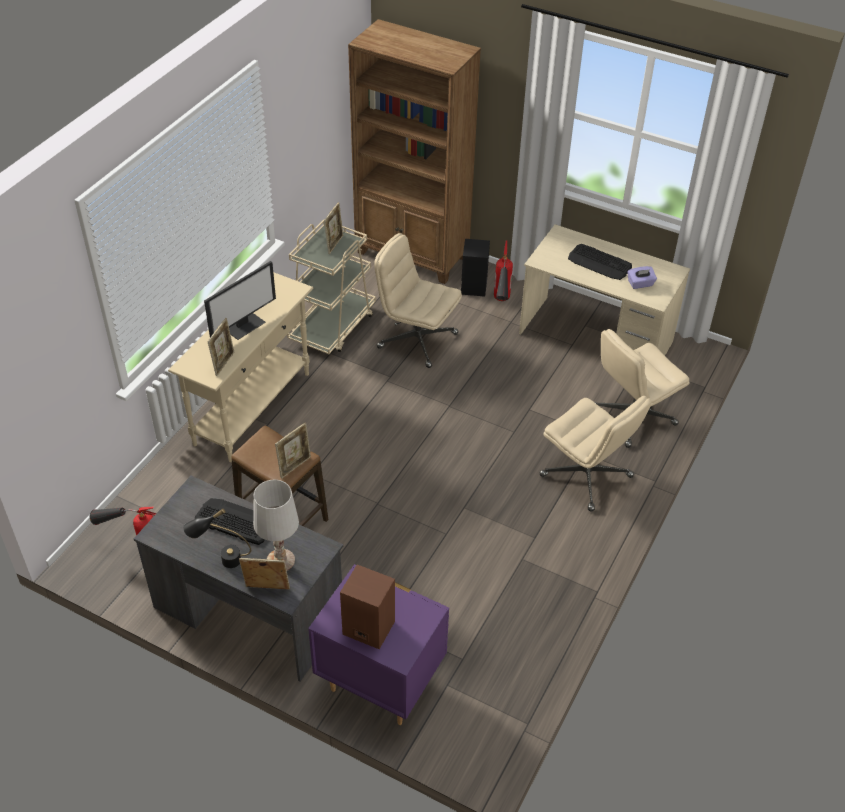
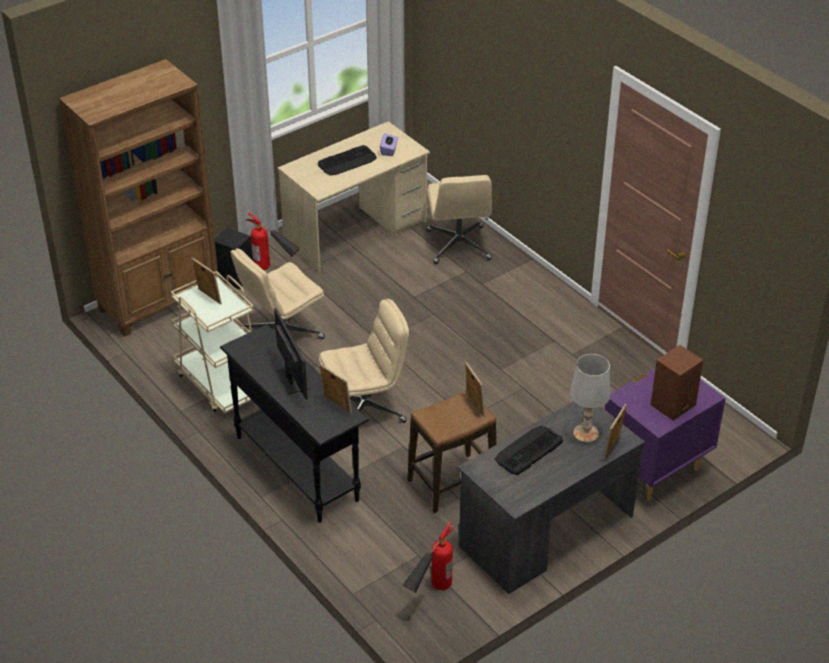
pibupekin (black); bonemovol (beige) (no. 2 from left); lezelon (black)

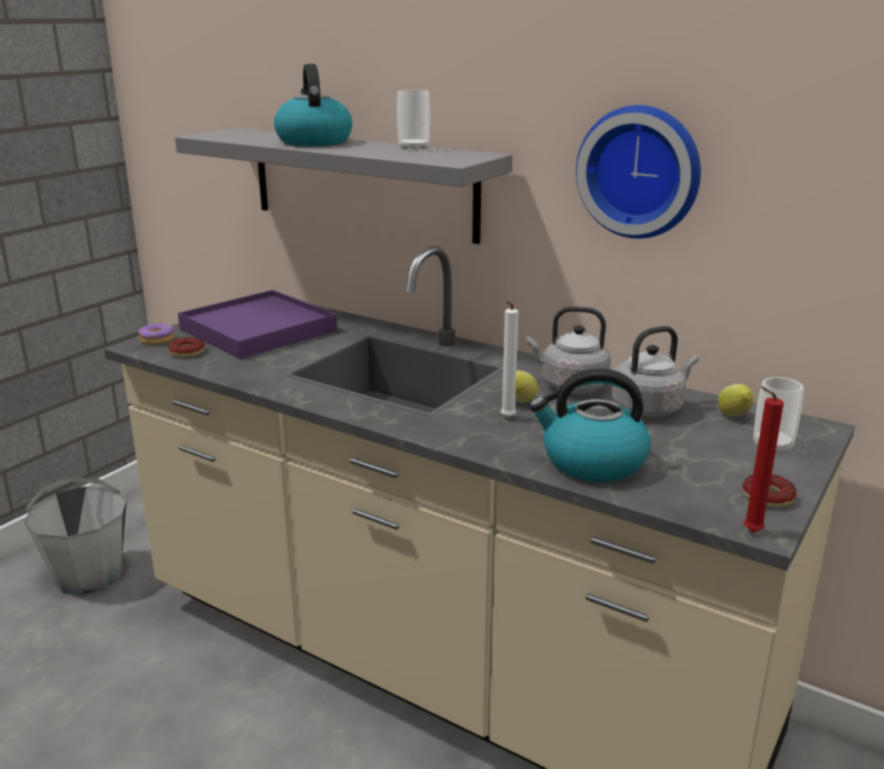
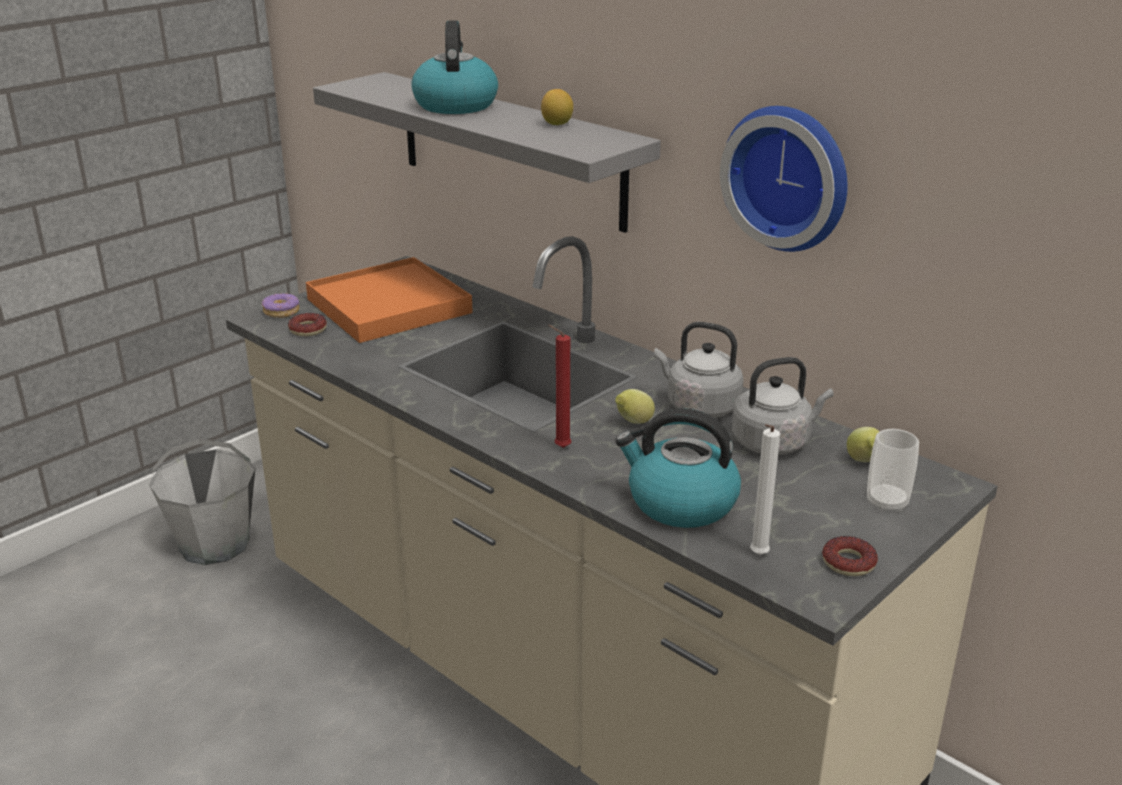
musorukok (no. 1 from left); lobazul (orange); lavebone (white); lavebone (red)

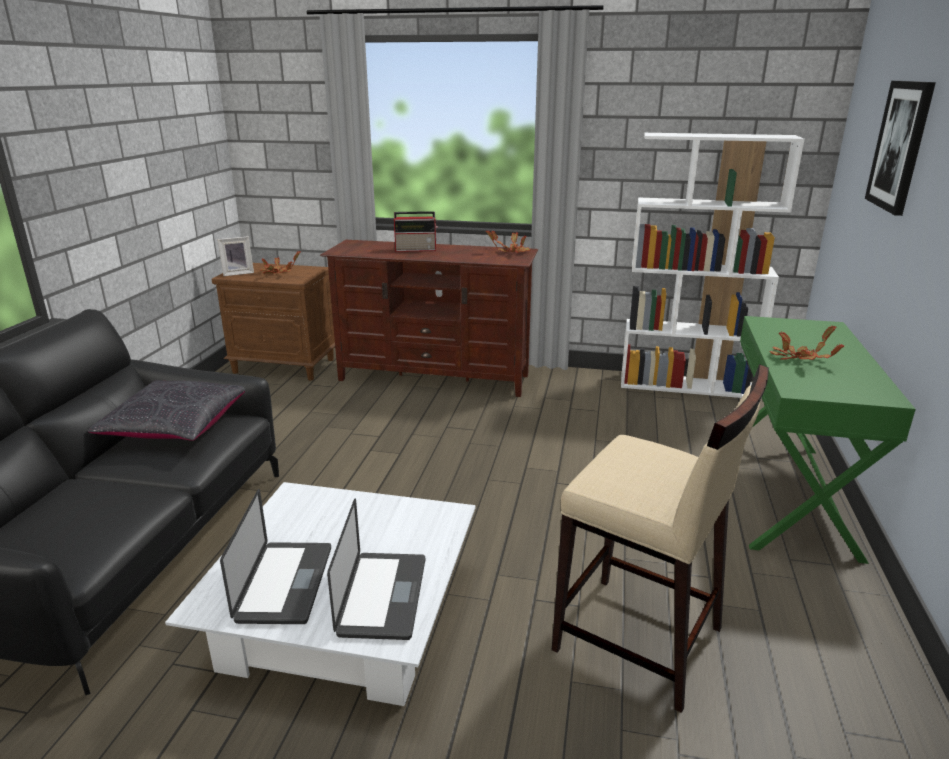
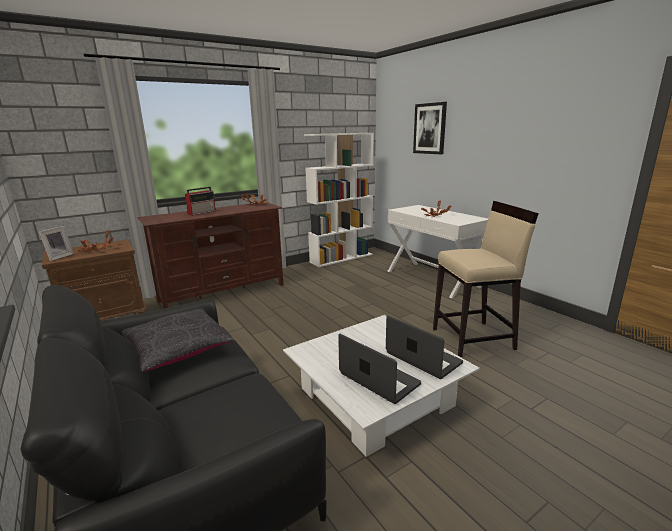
pibupekin (white)

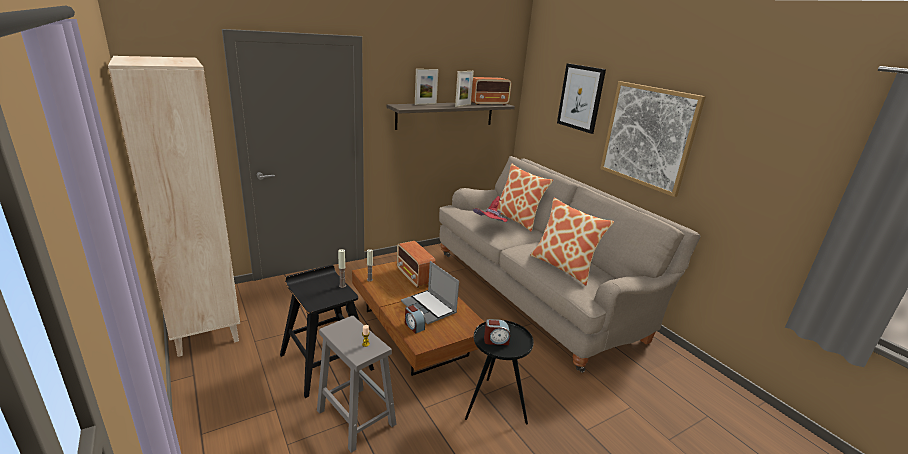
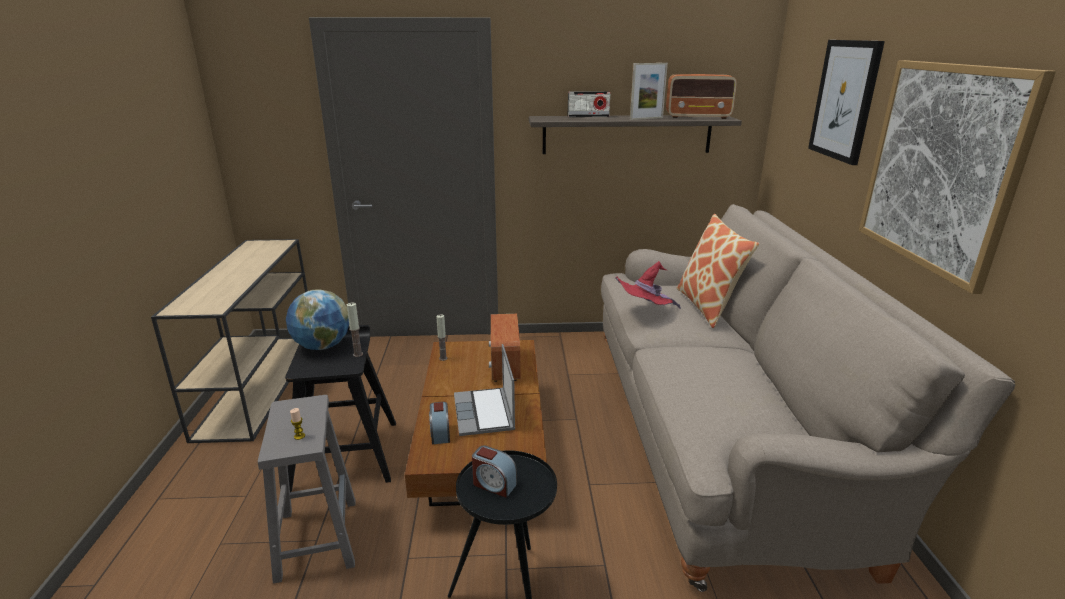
pibupekin (beige); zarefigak (no. 2 from left); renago (no. 2 from left in the first image); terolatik

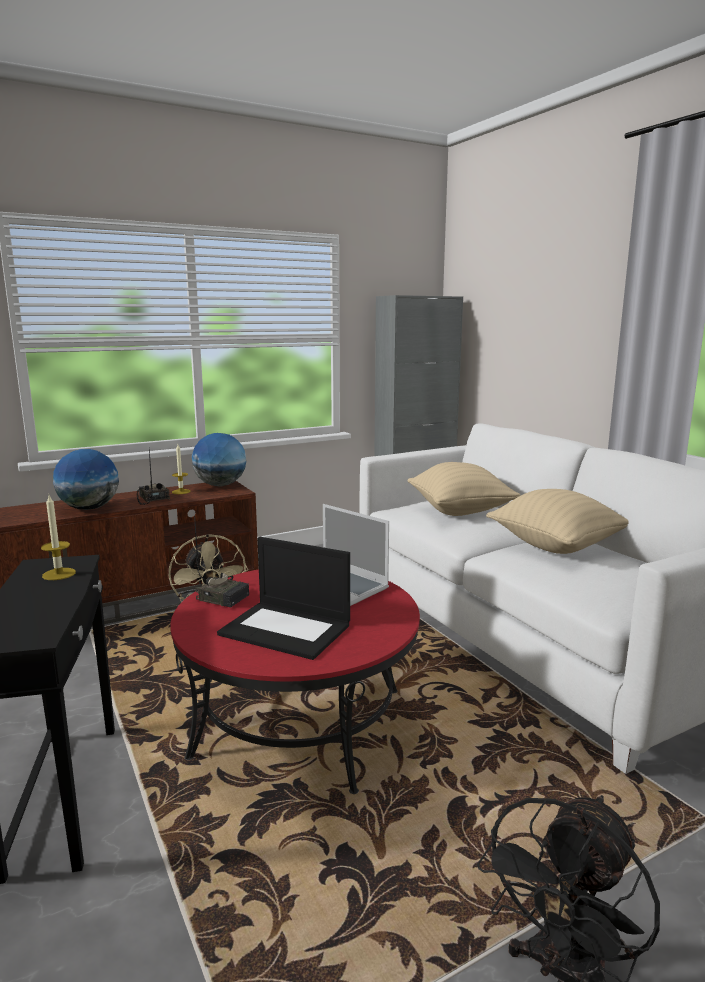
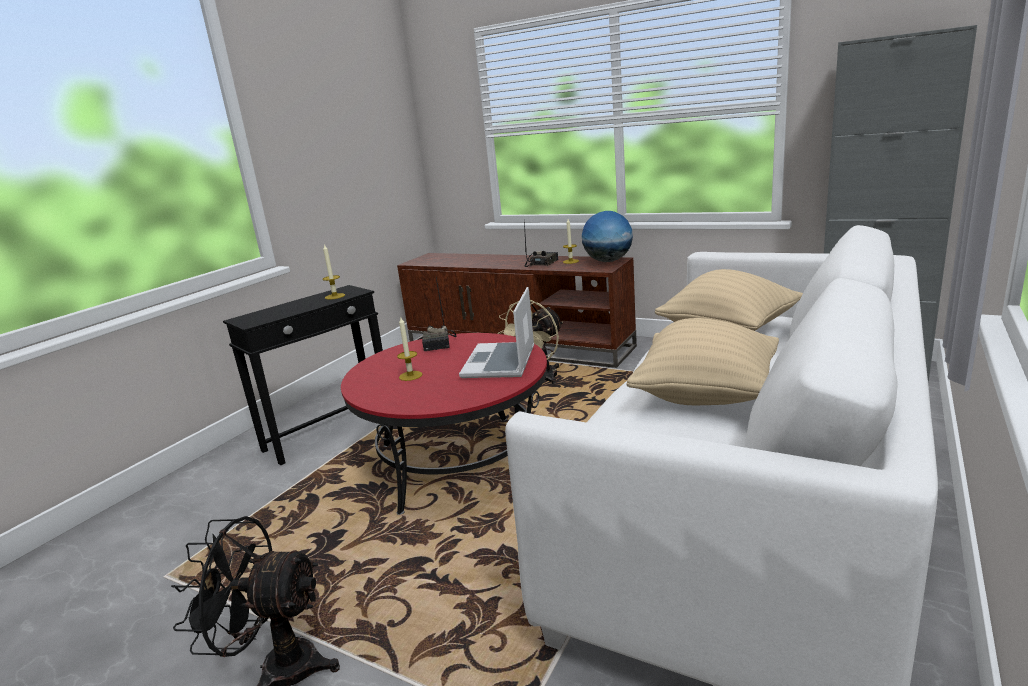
terolatik (no. 1 from left in the first image); lavebone (no. 2 from left)

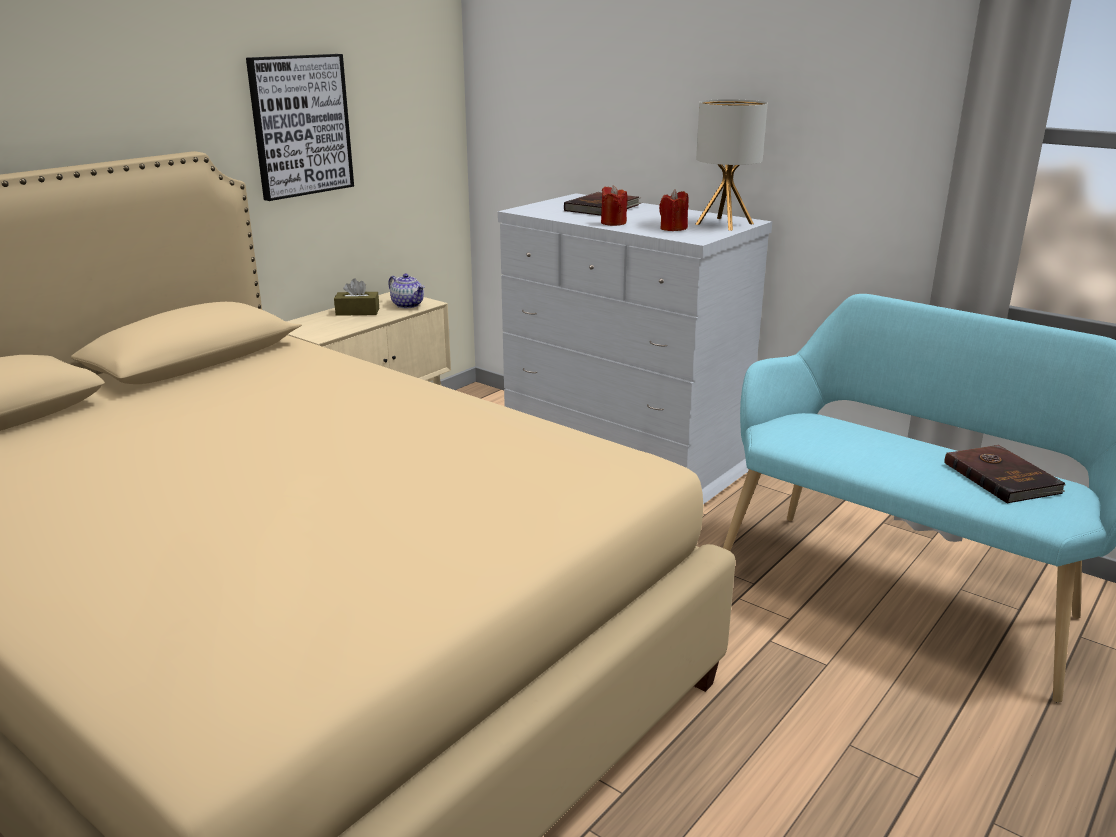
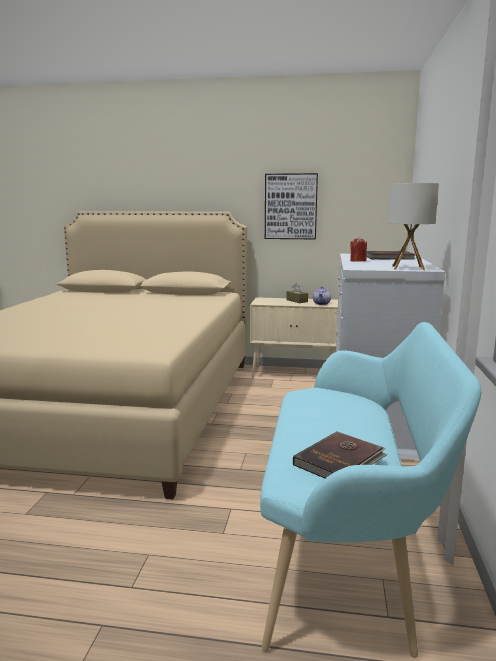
lavebone (red) (no. 2 from left in the first image)

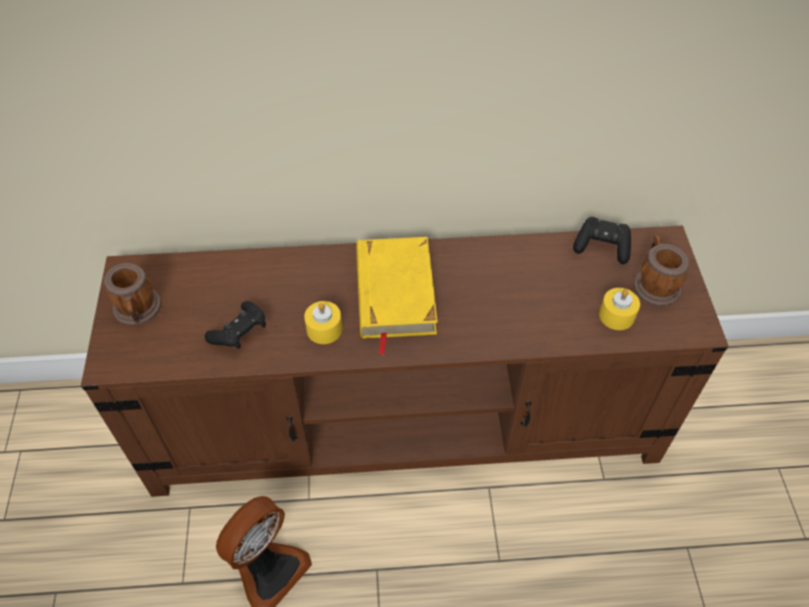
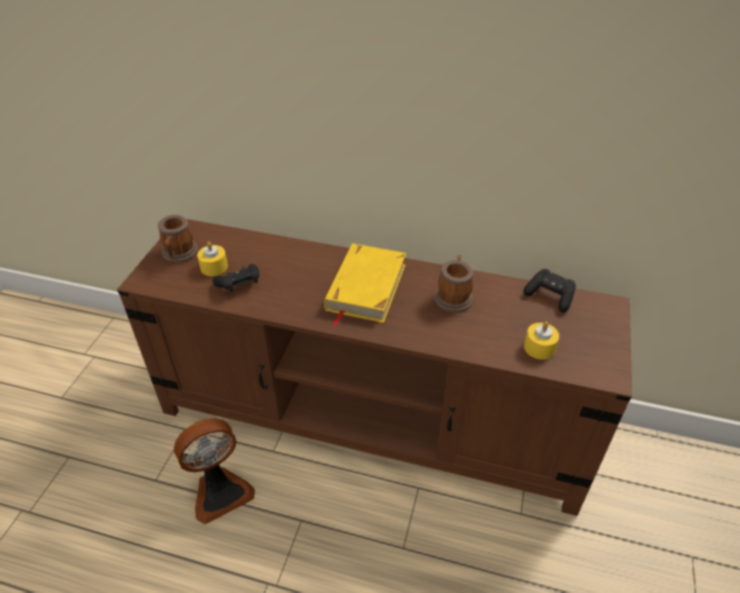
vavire (no. 2 from left); lavebone (yellow) (no. 1 from left)

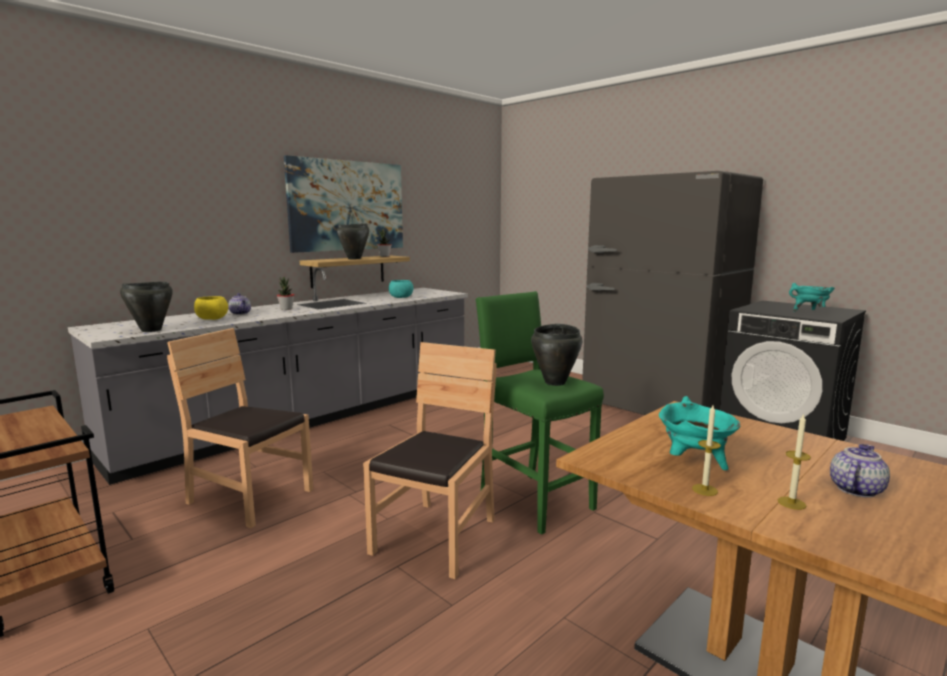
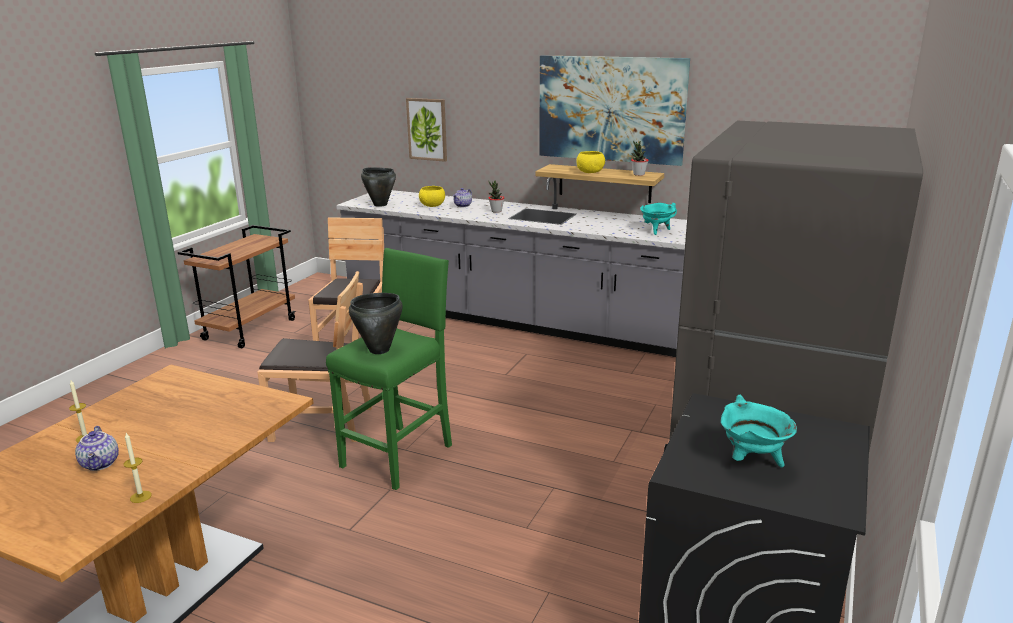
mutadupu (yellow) (no. 2 from left); mutadupu (turquoise); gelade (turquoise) (no. 1 from left); lavebone (no. 2 from left); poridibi (no. 1 from left); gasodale (no. 1 from left)

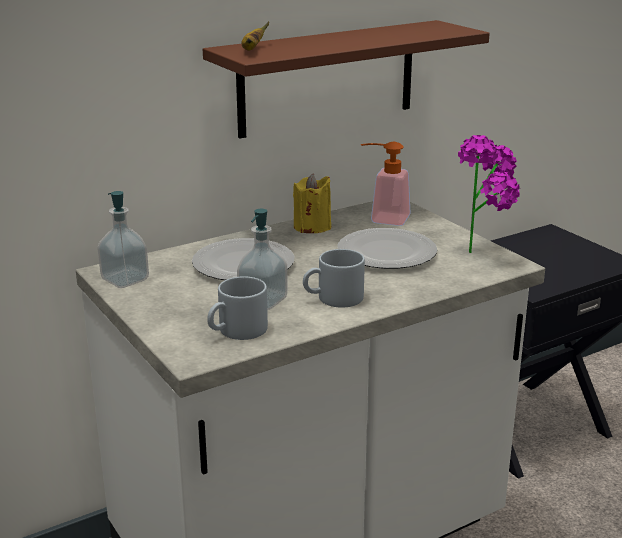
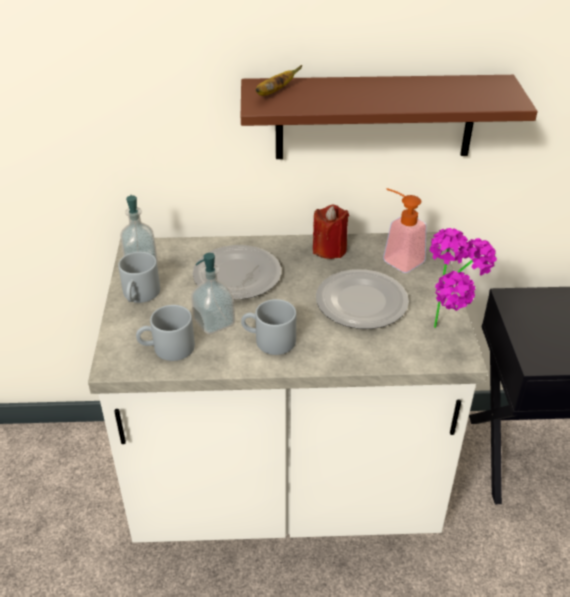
lavebone (red); vavire (grey) (no. 1 from left)

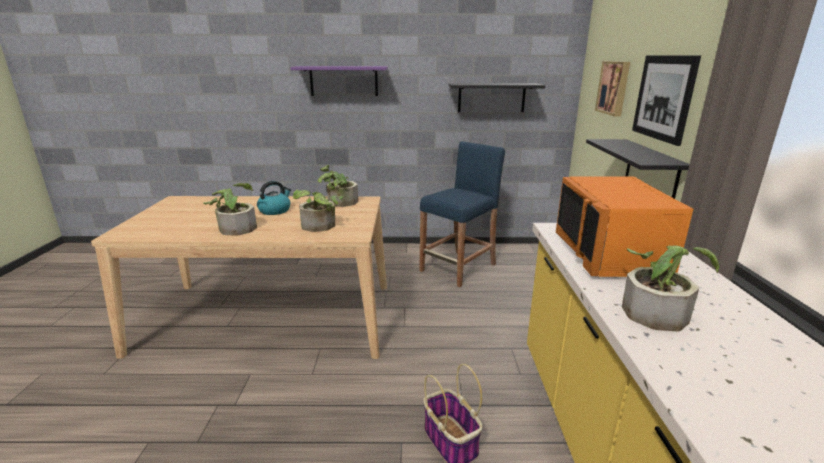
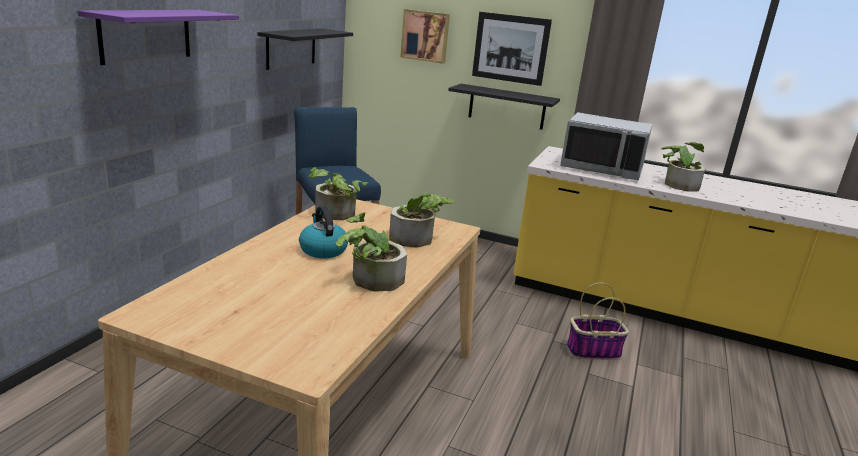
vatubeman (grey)

